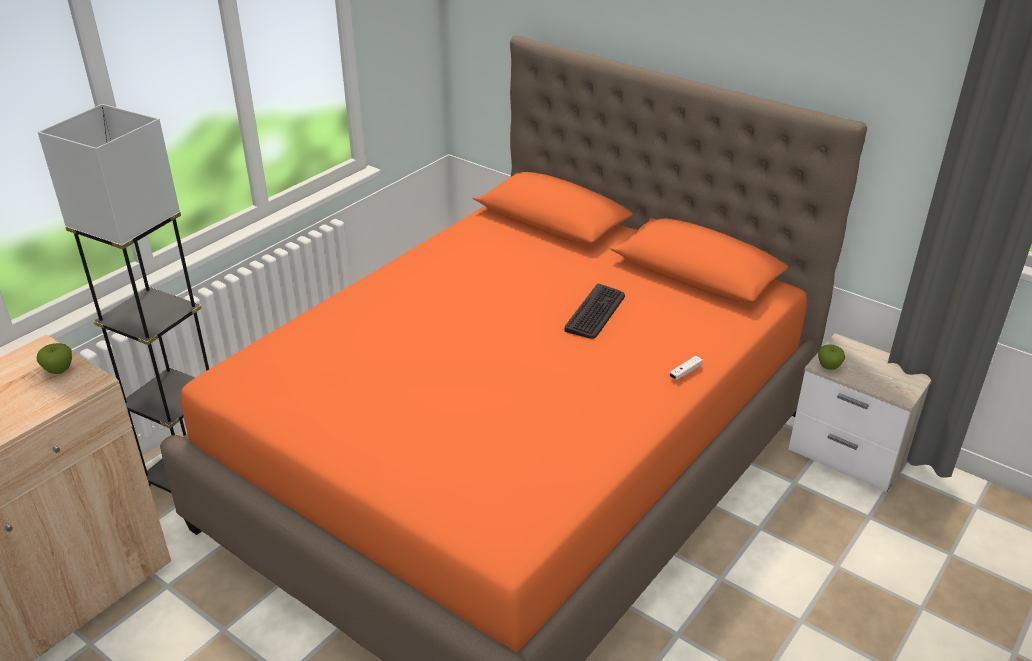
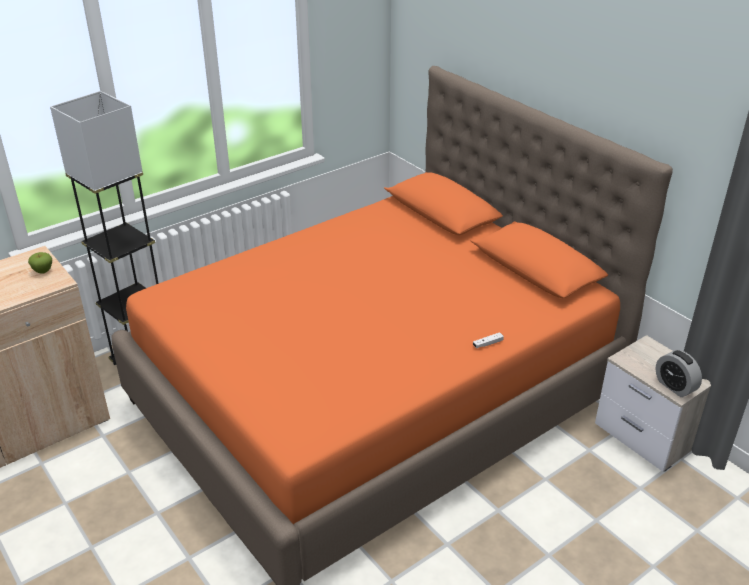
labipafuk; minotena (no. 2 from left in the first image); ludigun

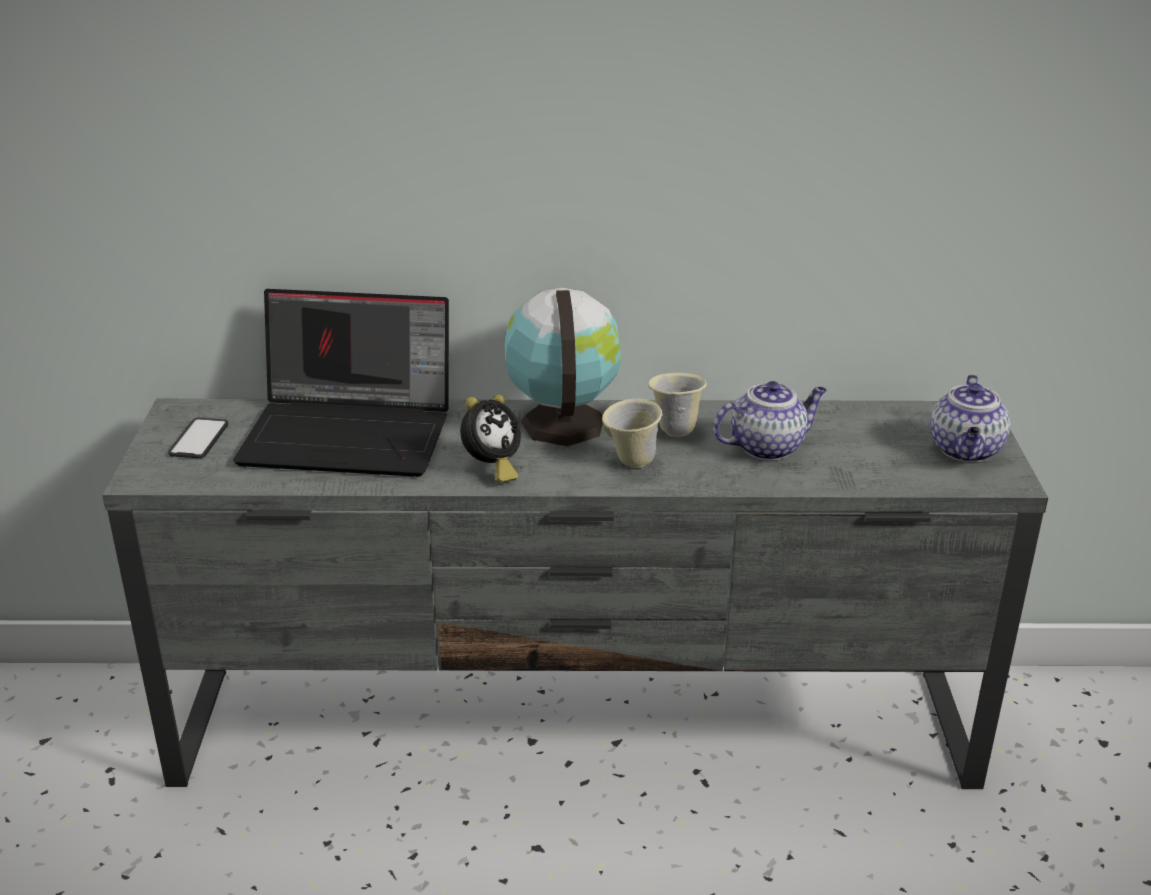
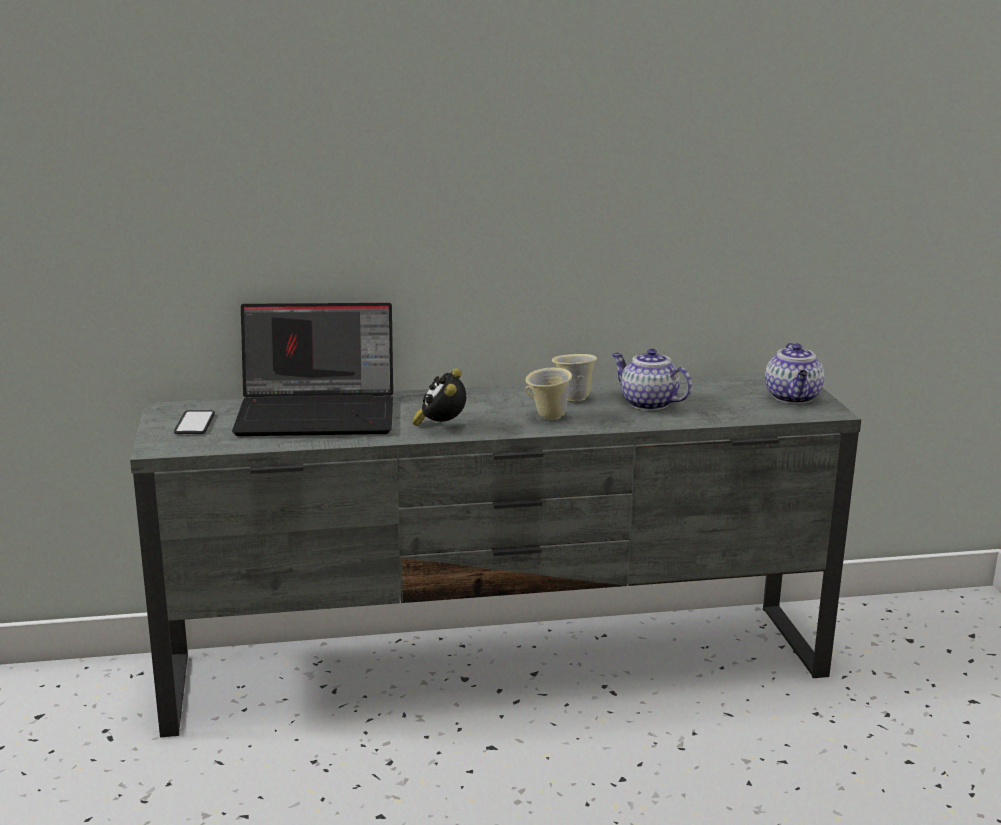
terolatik; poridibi (no. 1 from left); ludigun

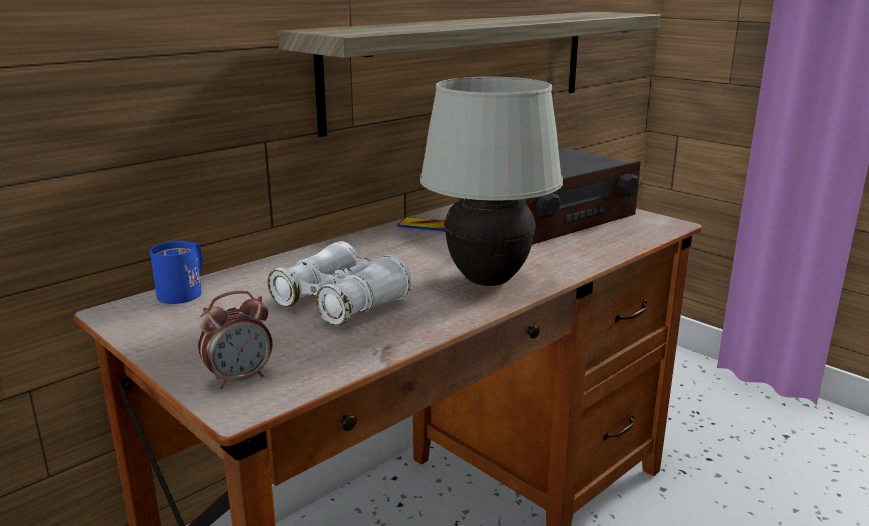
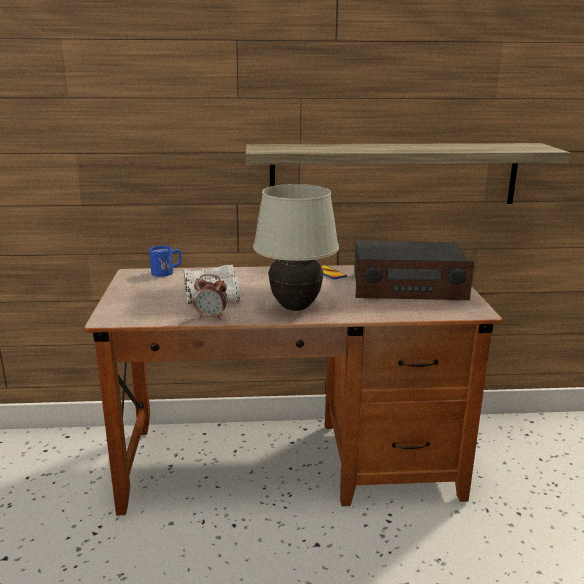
ludigun

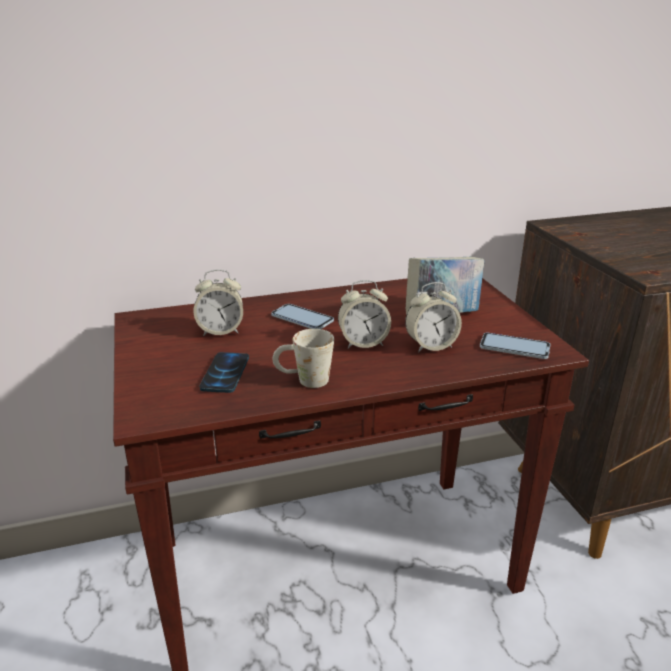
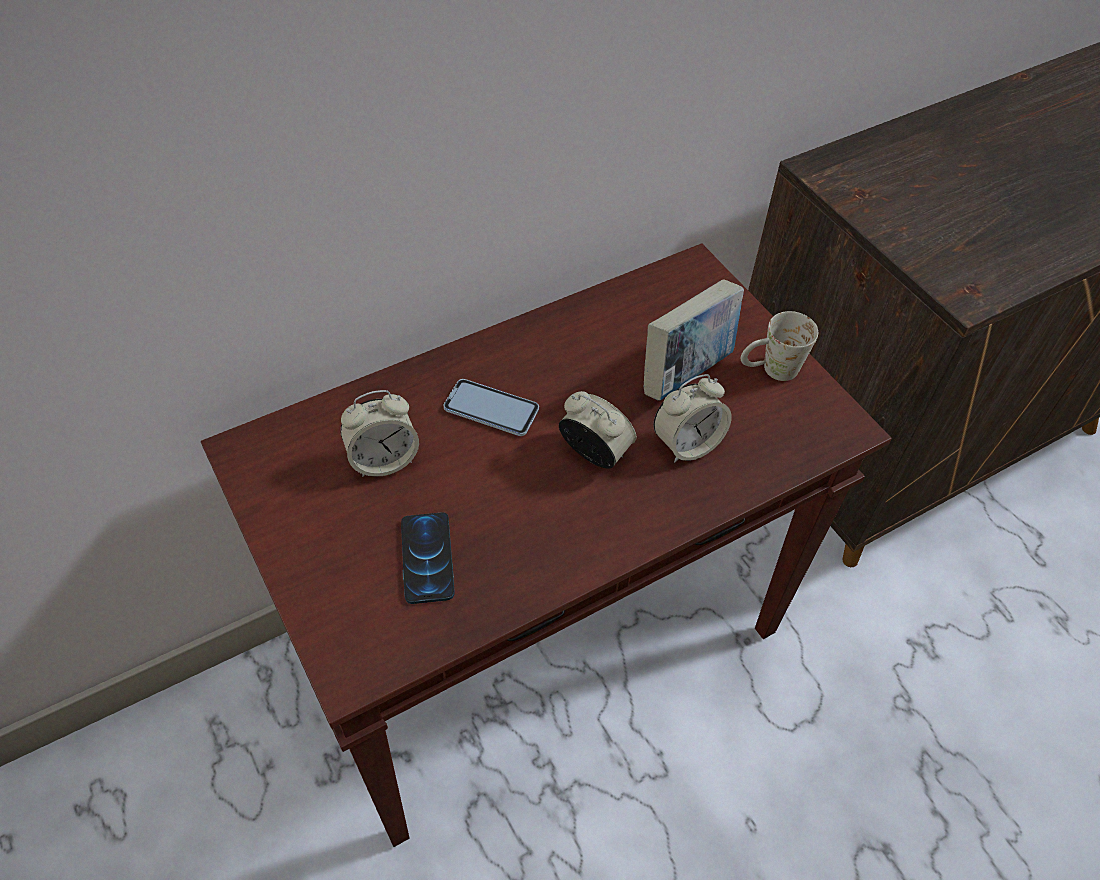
ludigun (no. 2 from left); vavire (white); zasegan (no. 3 from left in the first image)

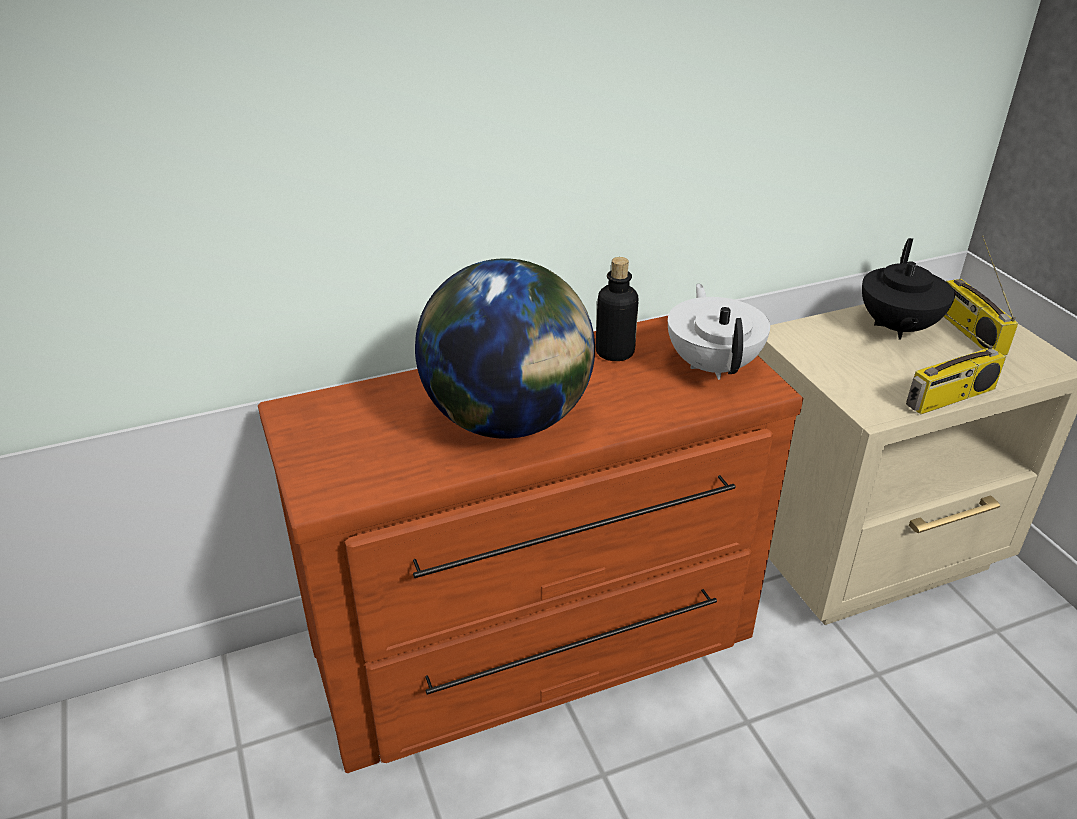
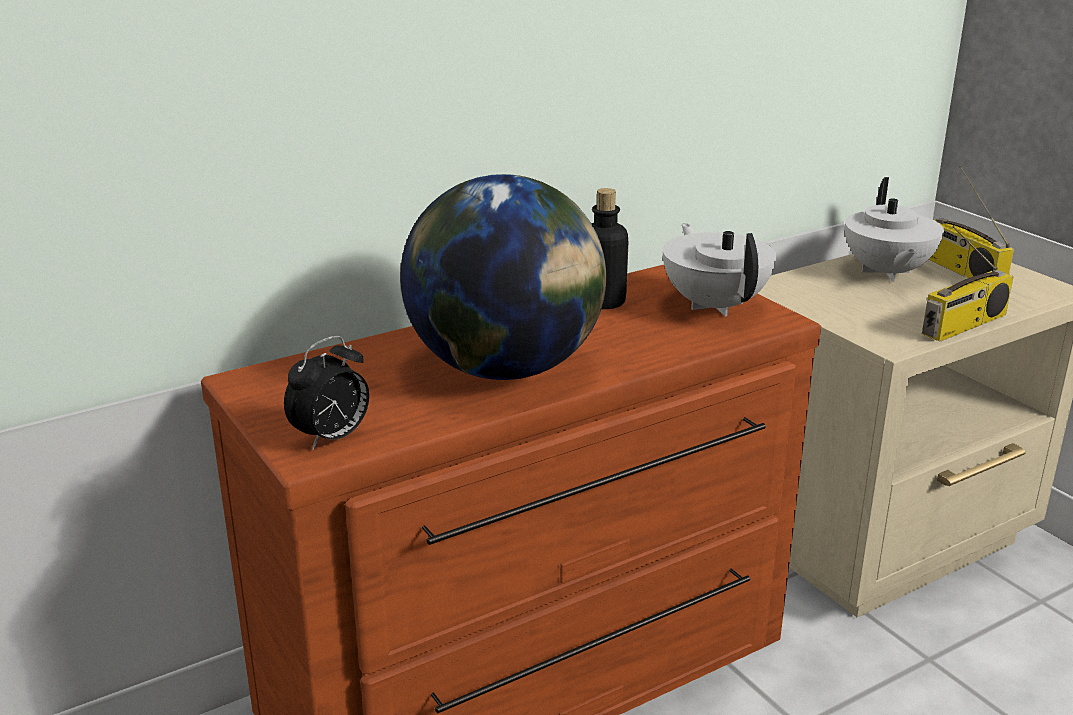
poridibi (white) (no. 2 from left); ludigun

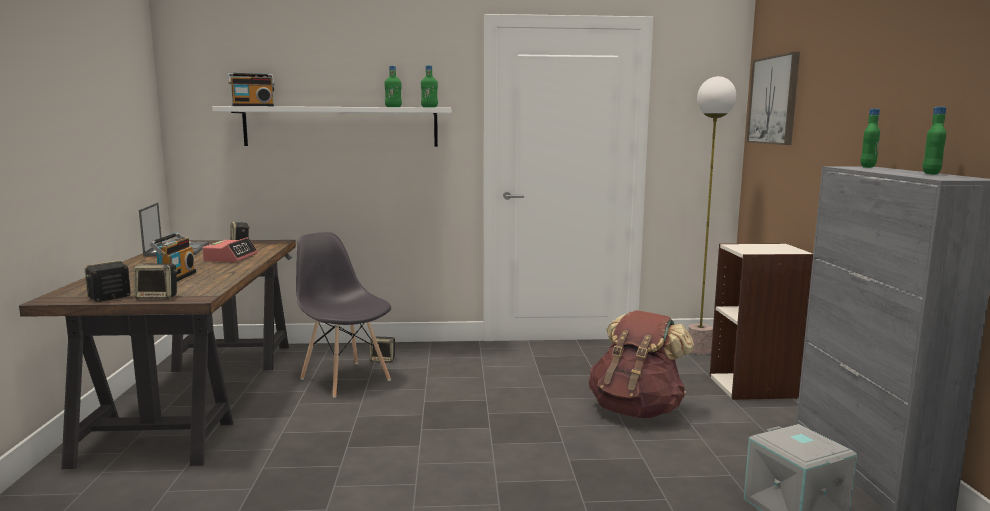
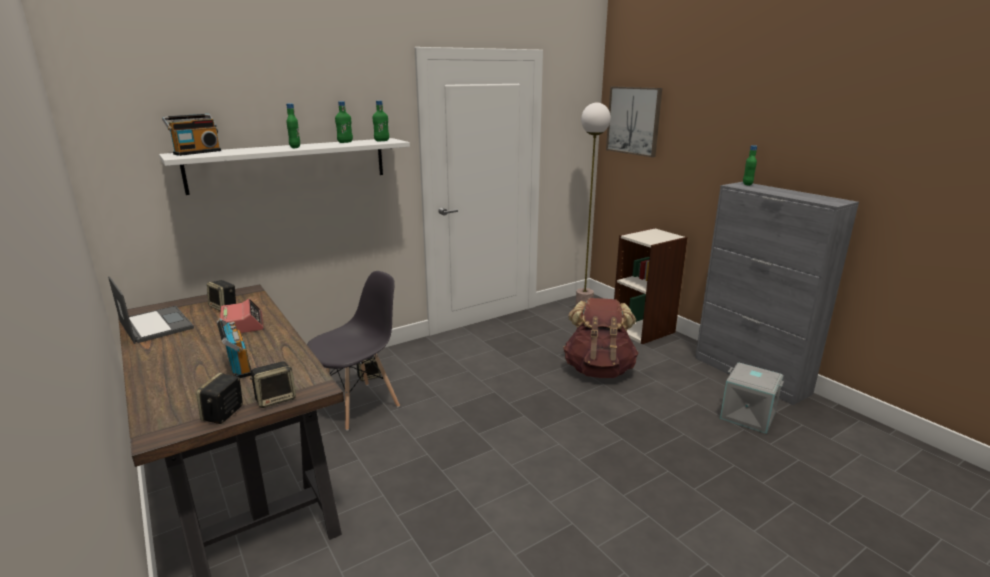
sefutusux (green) (no. 1 from left); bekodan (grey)

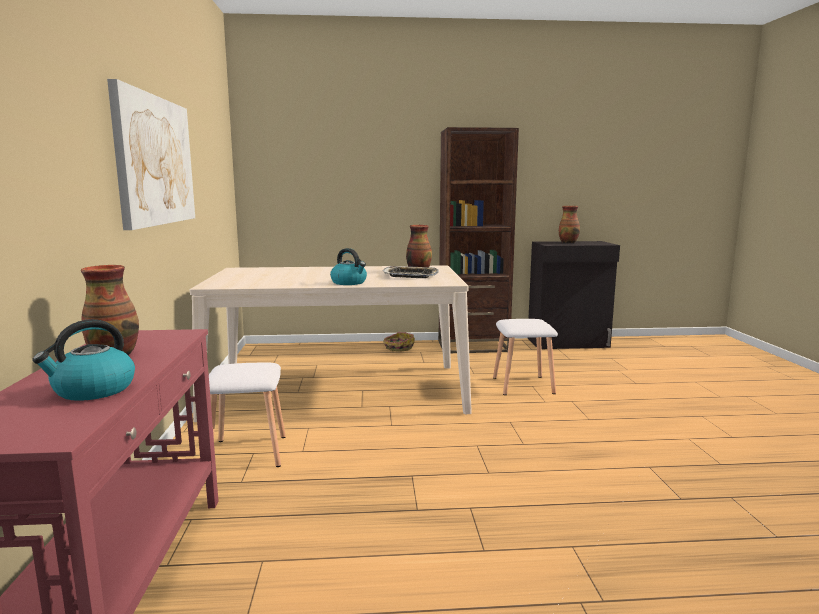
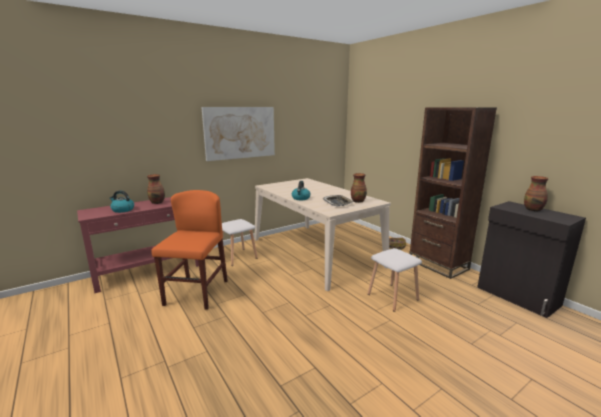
bekodan (orange)

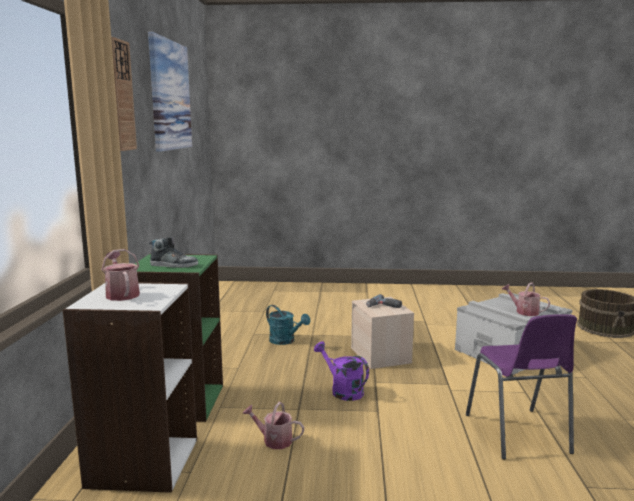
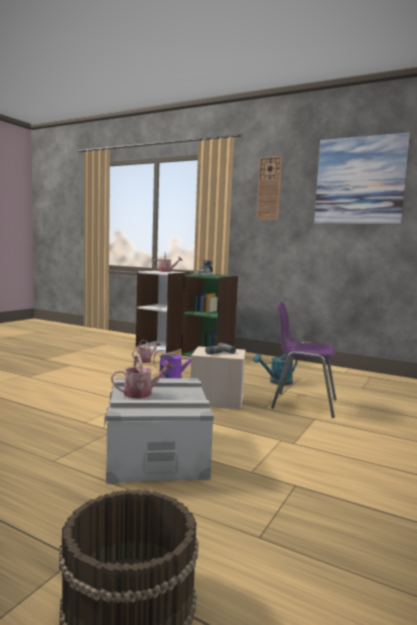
bekodan (purple)

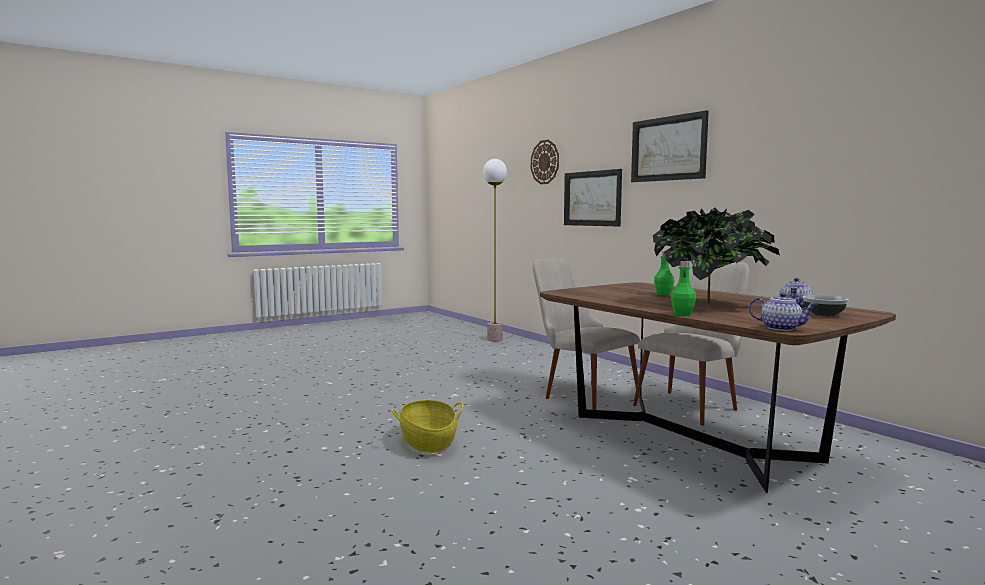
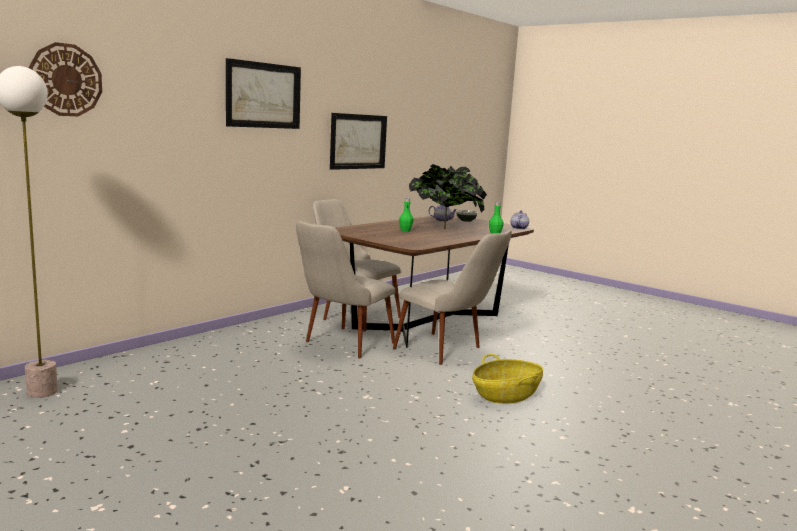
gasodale (no. 2 from left); bekodan (beige) (no. 3 from left)

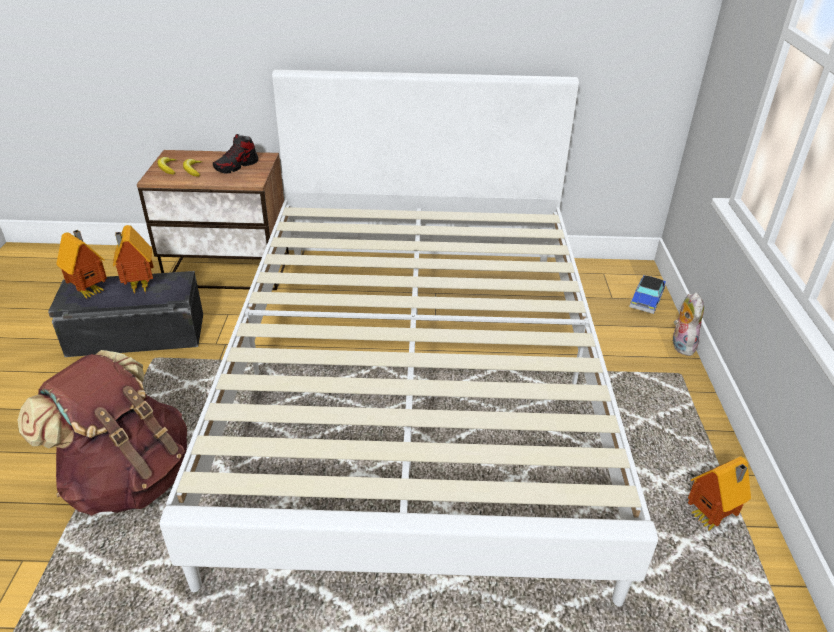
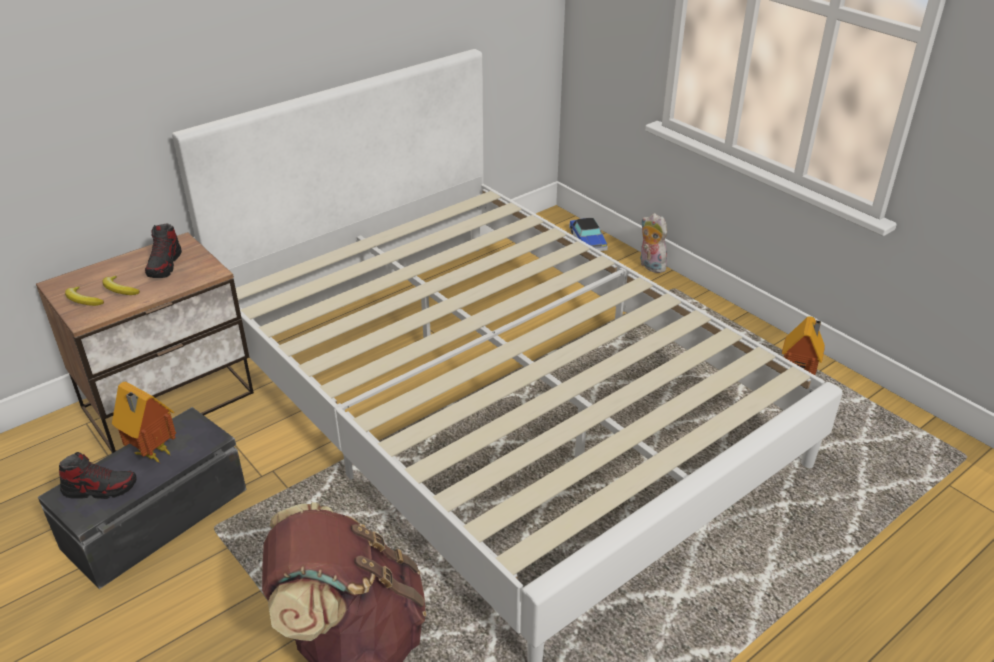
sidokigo (no. 1 from left)

